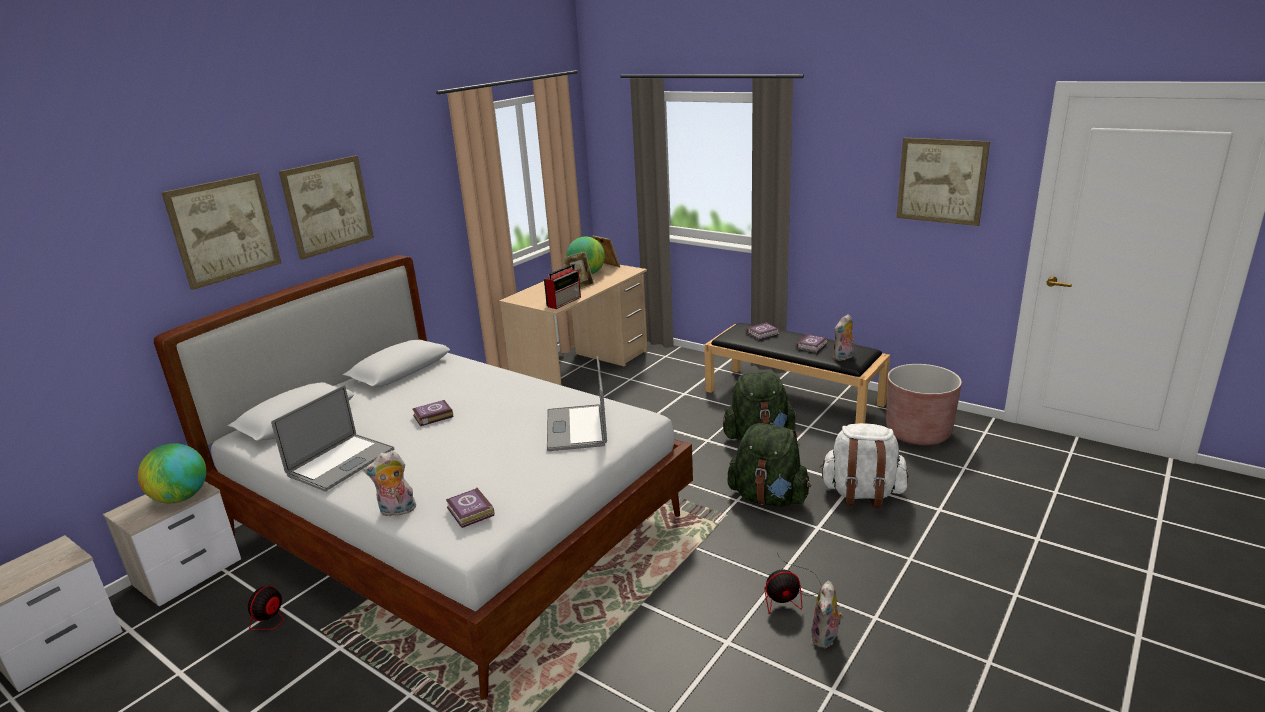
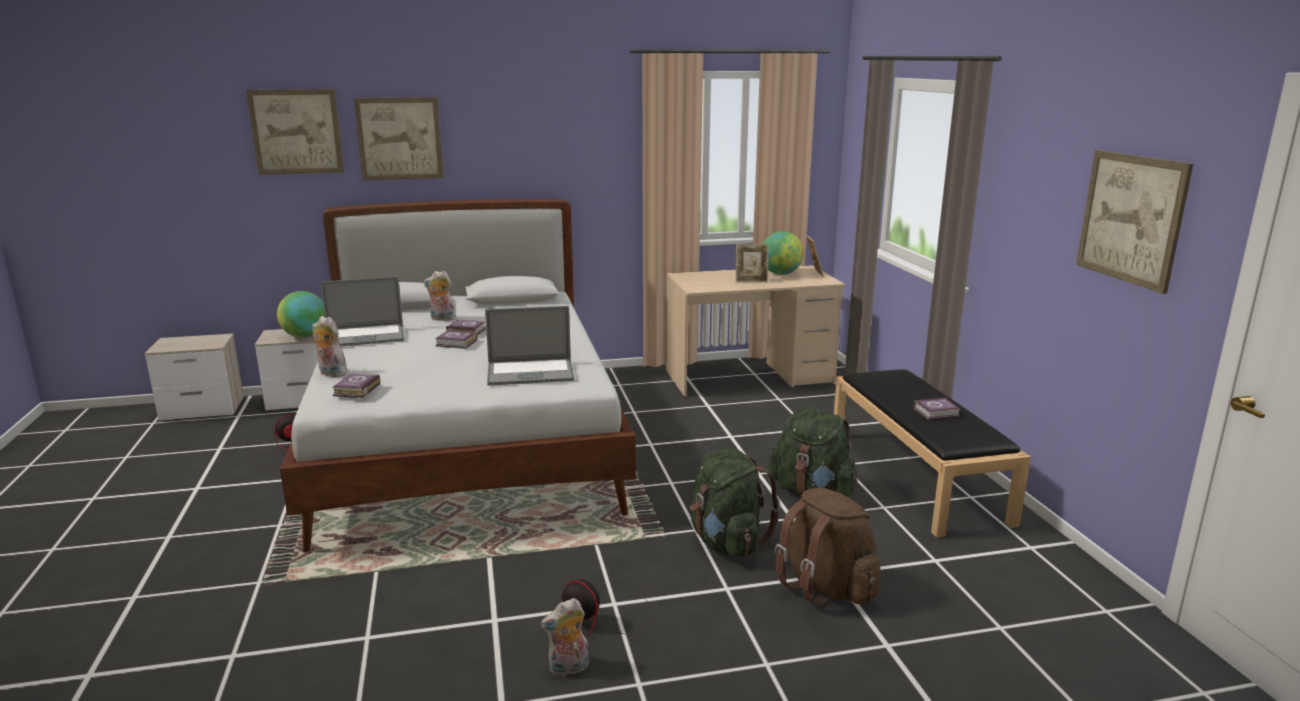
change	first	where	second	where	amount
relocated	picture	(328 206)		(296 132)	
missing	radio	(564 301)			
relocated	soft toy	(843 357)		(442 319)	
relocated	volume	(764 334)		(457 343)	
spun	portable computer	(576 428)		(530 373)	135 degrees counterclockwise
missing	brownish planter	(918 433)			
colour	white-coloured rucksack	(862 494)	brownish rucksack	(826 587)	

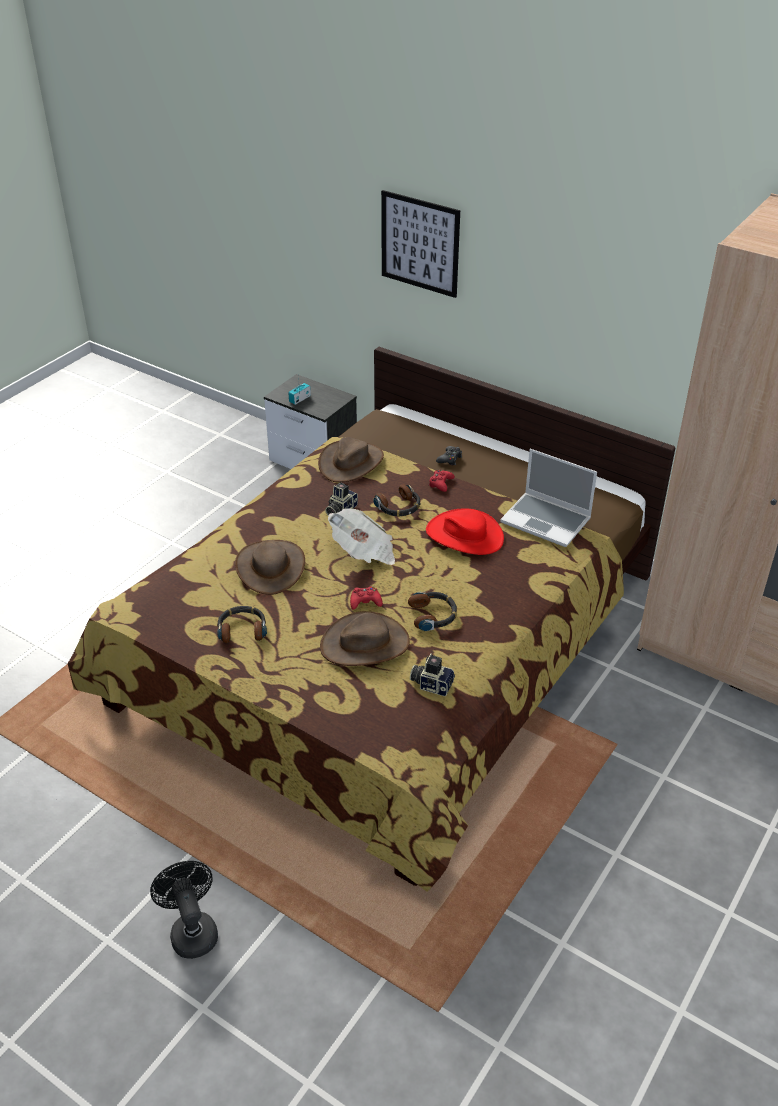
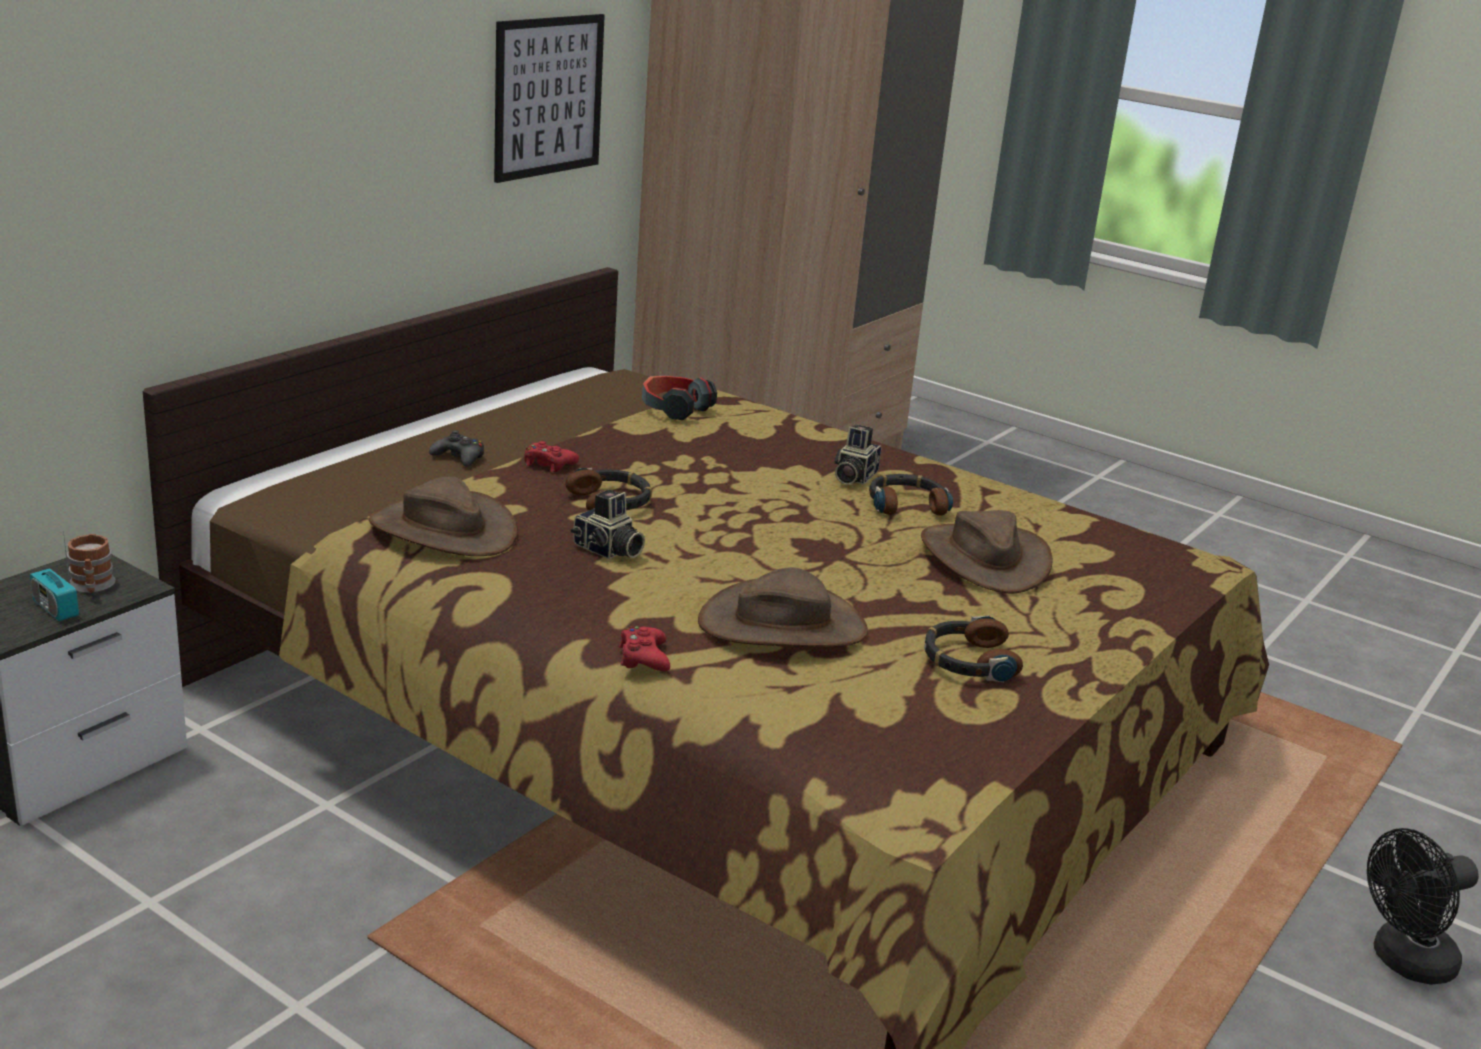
change	first	where	second	where	amount
relocated	picture	(420 243)		(548 96)	
exchanged	portable computer	(547 521)	headset	(674 409)	
missing	red hat	(464 535)			
missing	newspaper	(364 552)			
relocated	red gamepad	(365 602)		(643 658)	
relocated	photo camera	(431 684)		(853 477)	
appeared			mug	(92 587)	

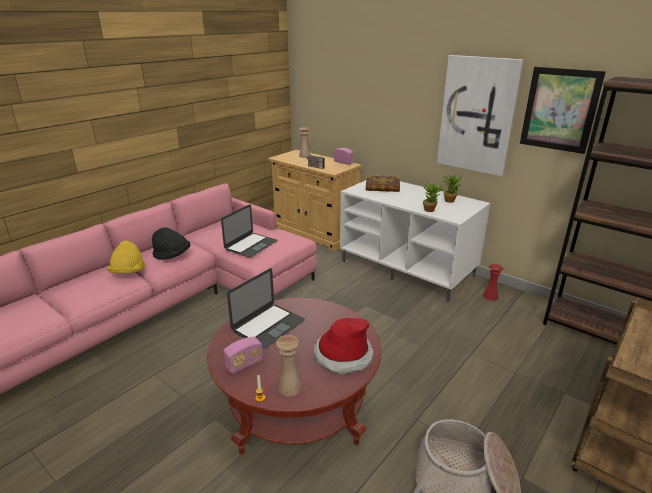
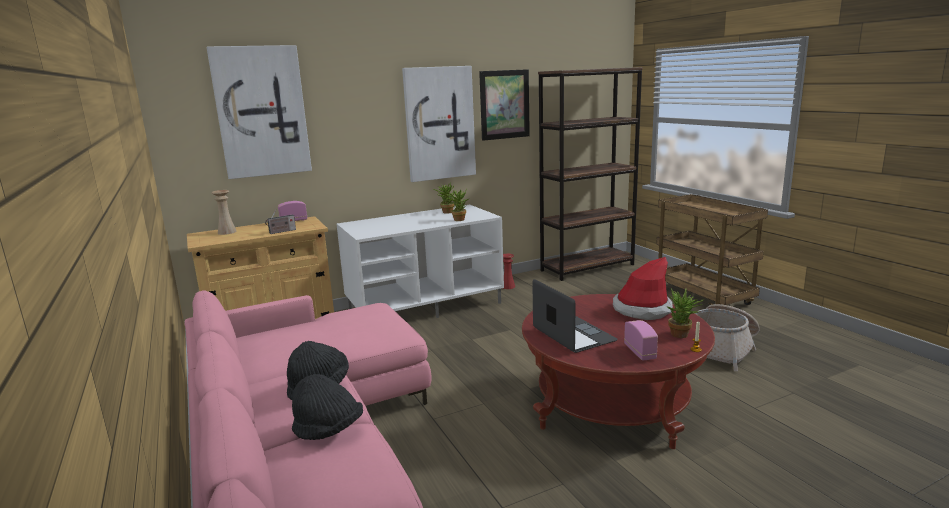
change	first	where	second	where	amount
missing	volume	(382 187)			
missing	portable computer	(251 245)			
colour	yellowish hat	(128 272)	black-coloured hat	(328 430)	
exchanged	beige-coloured vase	(289 387)	plant in a pot	(682 336)	
appeared			picture	(261 112)	

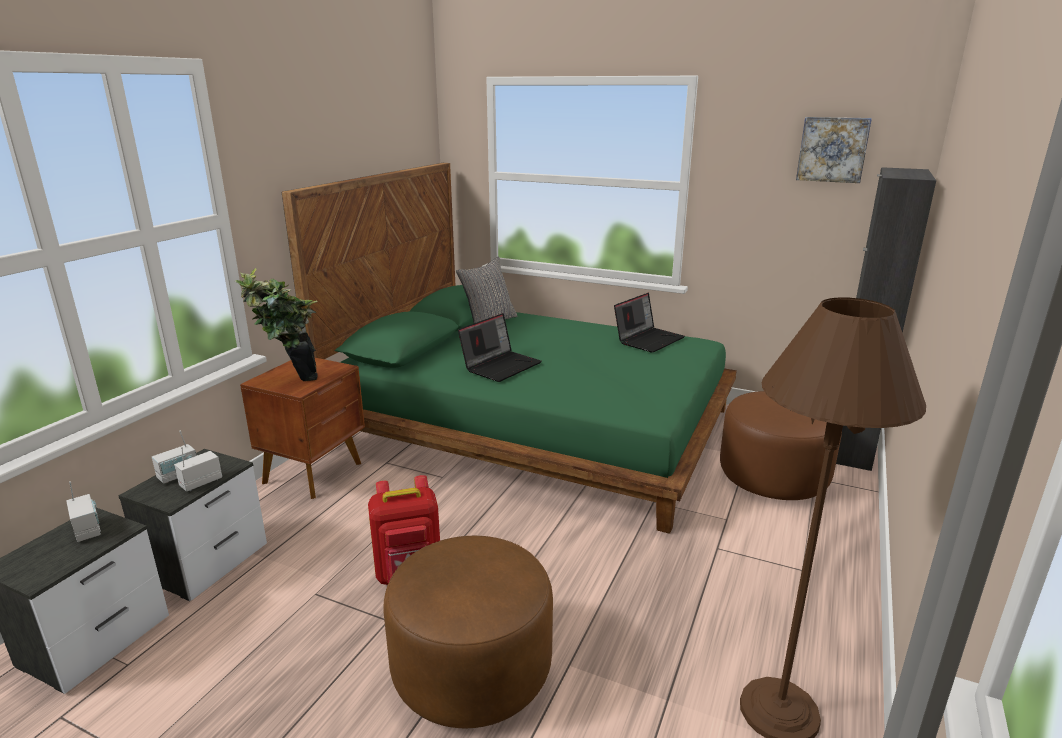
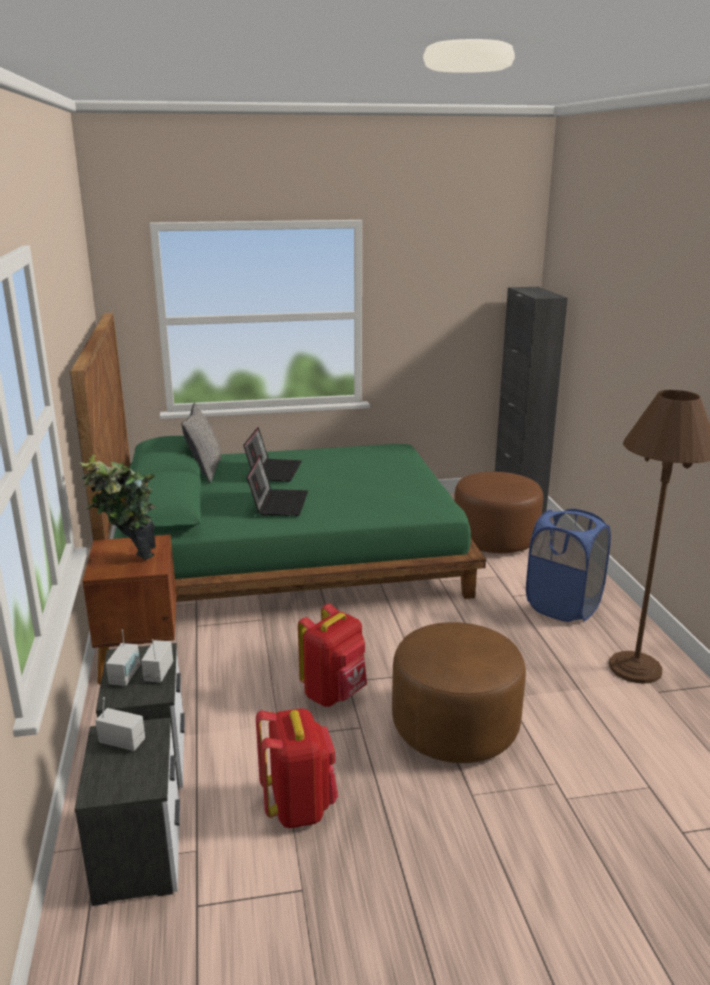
change	first	where	second	where	amount
missing	picture	(832 149)			
relocated	portable computer	(648 339)		(273 470)	
appeared			bluish hamper	(563 606)	
appeared			red rucksack	(298 806)	

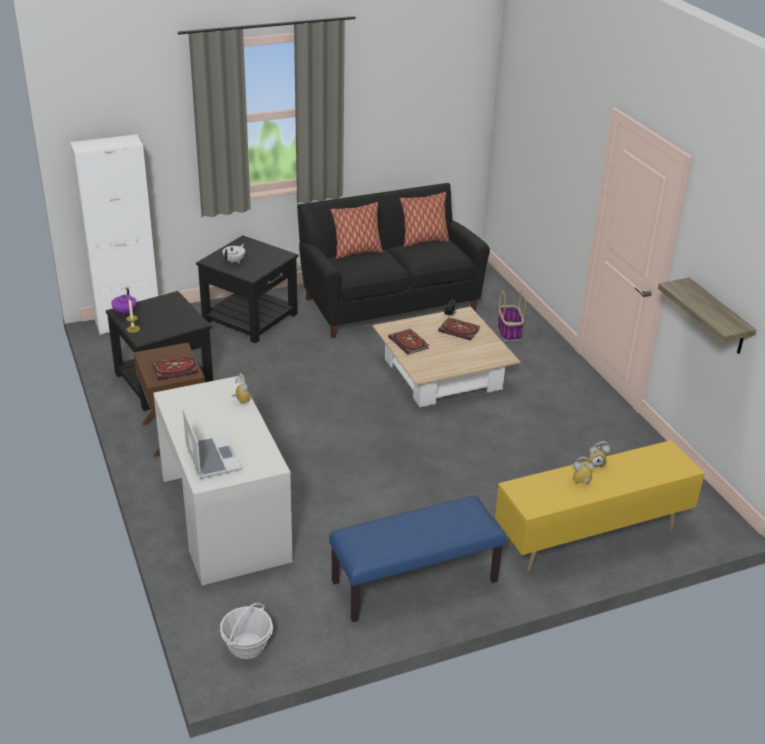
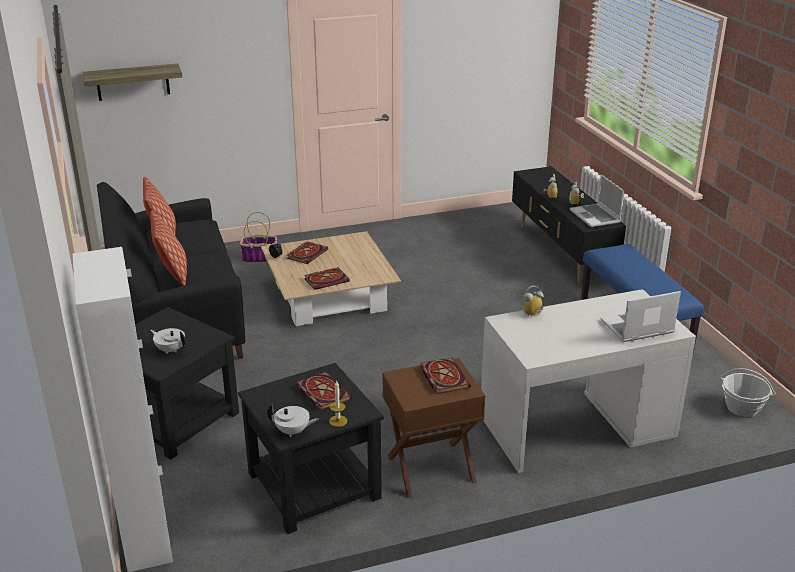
change	first	where	second	where	amount
relocated	shelf	(717 317)		(132 82)	
colour	purplish pot for tea	(124 313)	white-coloured pot for tea	(293 431)	
colour	yellowish tv stand	(590 537)	black-coloured tv stand	(561 252)	
appeared			portable computer	(595 217)	
appeared			volume	(322 393)	

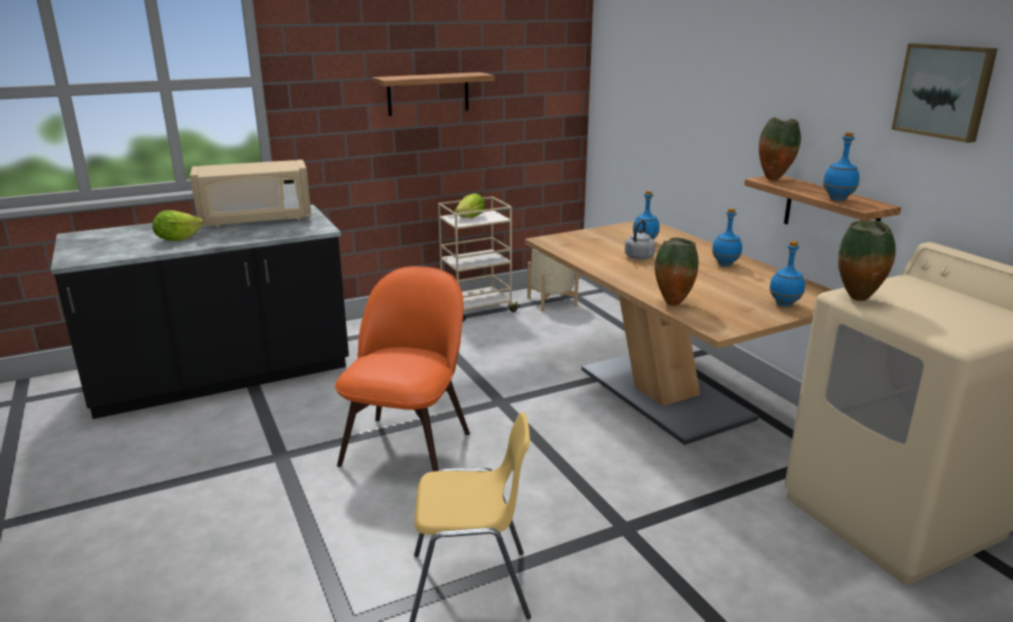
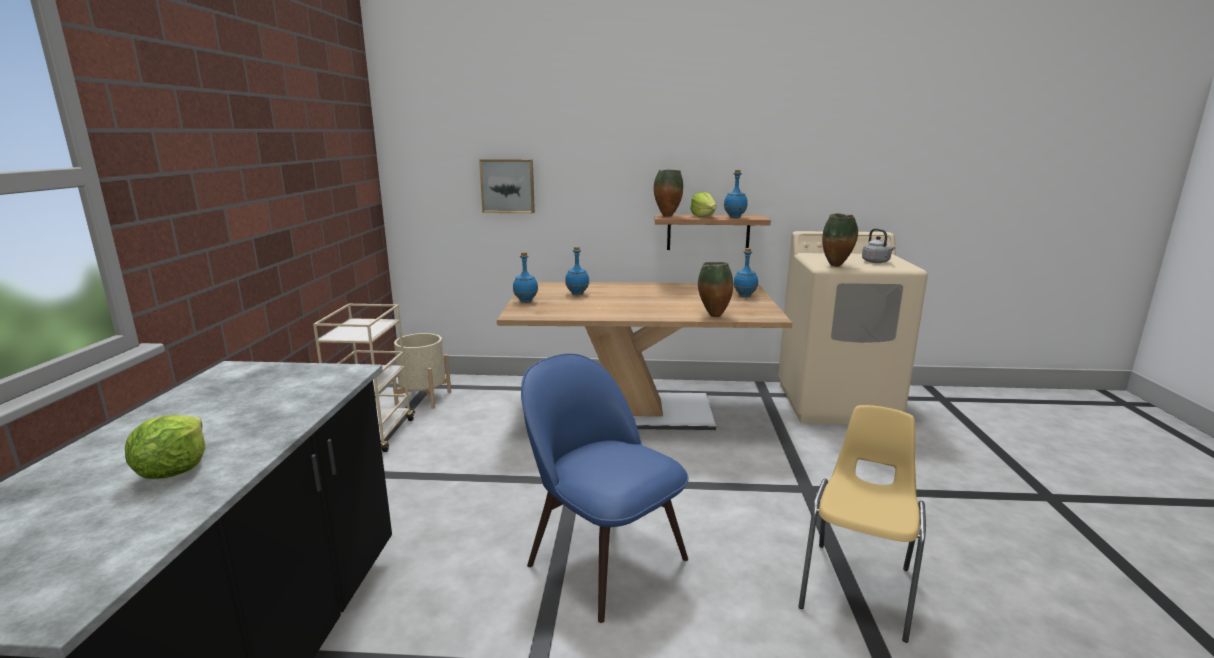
change	first	where	second	where	amount
relocated	picture	(944 91)		(508 186)	
missing	shelf	(428 93)			
missing	beige-coloured microwave	(256 220)			
relocated	lettuce head	(471 217)		(703 216)	
relocated	bluish beverage bottle	(725 264)		(526 301)	
relocated	grey water kettle	(638 257)		(876 262)	
colour	orange plain chair	(408 445)	bluish plain chair	(603 558)	

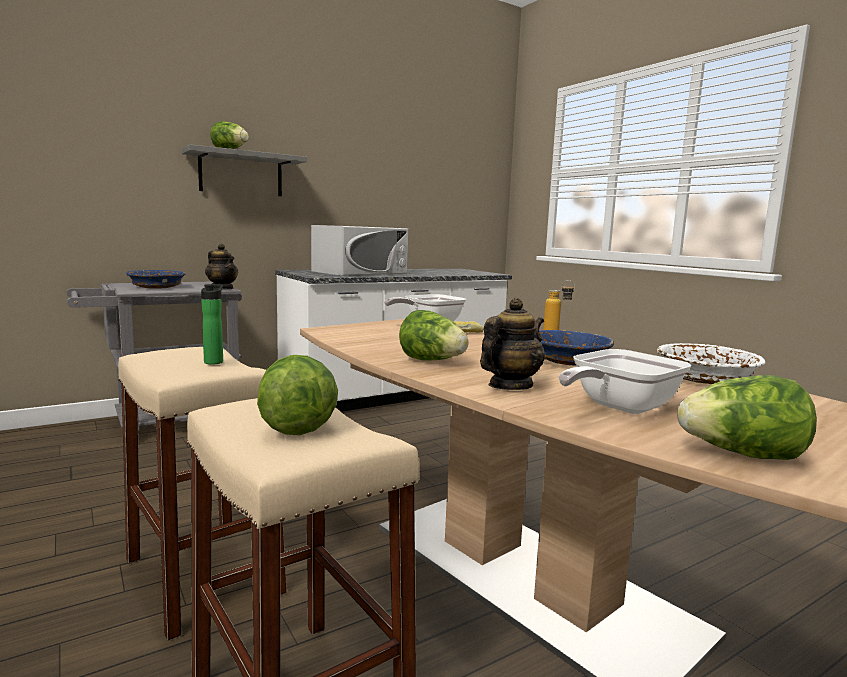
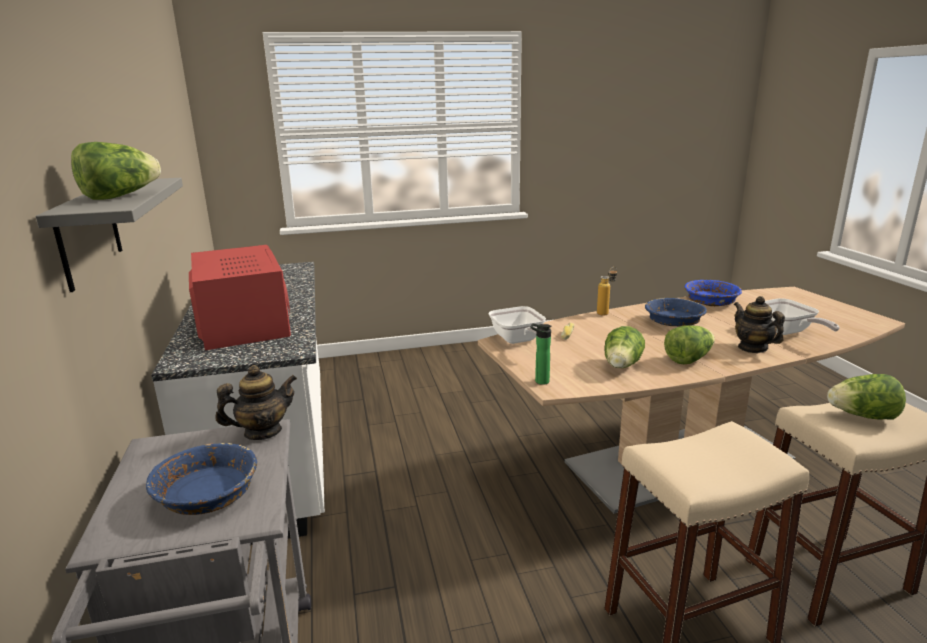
change	first	where	second	where	amount
colour	white-coloured microwave	(360 272)	red microwave	(243 323)	
relocated	beverage bottle	(214 361)		(539 381)	
colour	white-coloured serving bowl	(704 379)	bluish serving bowl	(711 301)	
relocated	lettuce head	(741 455)		(621 366)	

